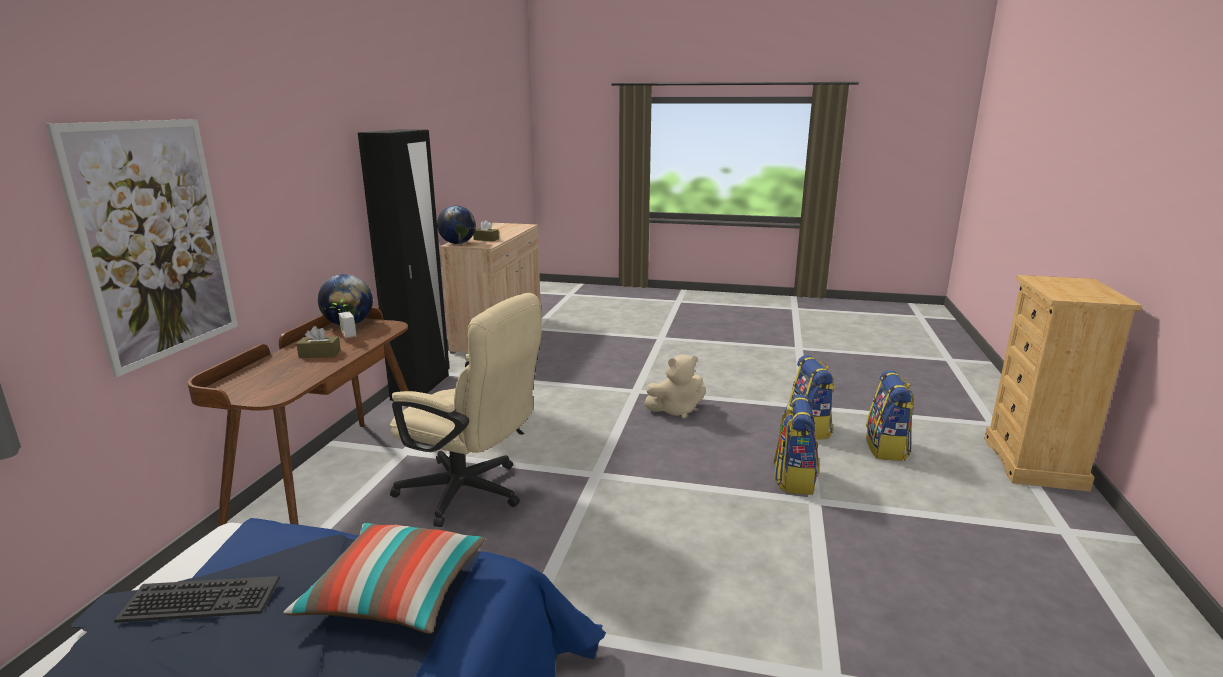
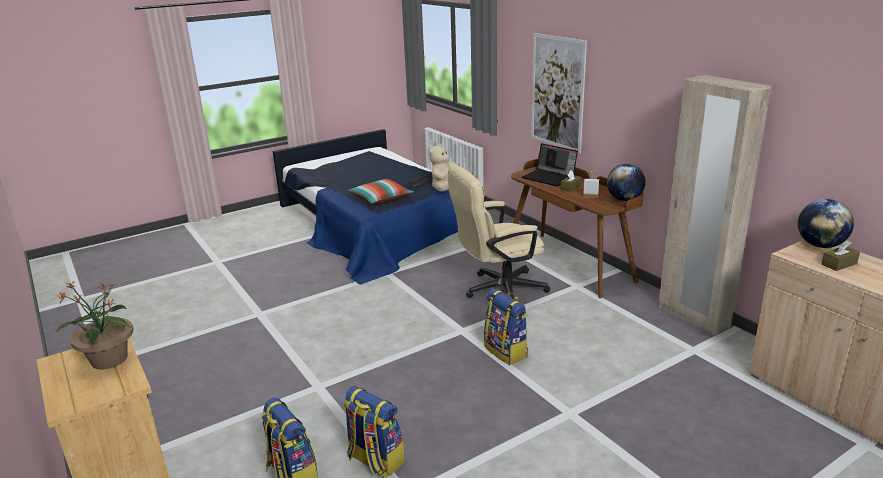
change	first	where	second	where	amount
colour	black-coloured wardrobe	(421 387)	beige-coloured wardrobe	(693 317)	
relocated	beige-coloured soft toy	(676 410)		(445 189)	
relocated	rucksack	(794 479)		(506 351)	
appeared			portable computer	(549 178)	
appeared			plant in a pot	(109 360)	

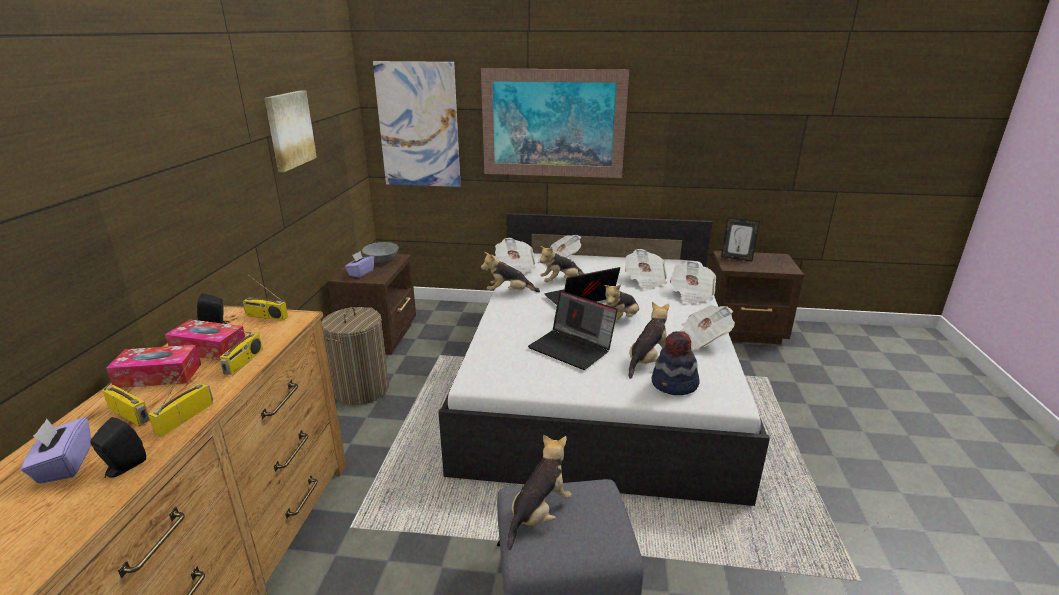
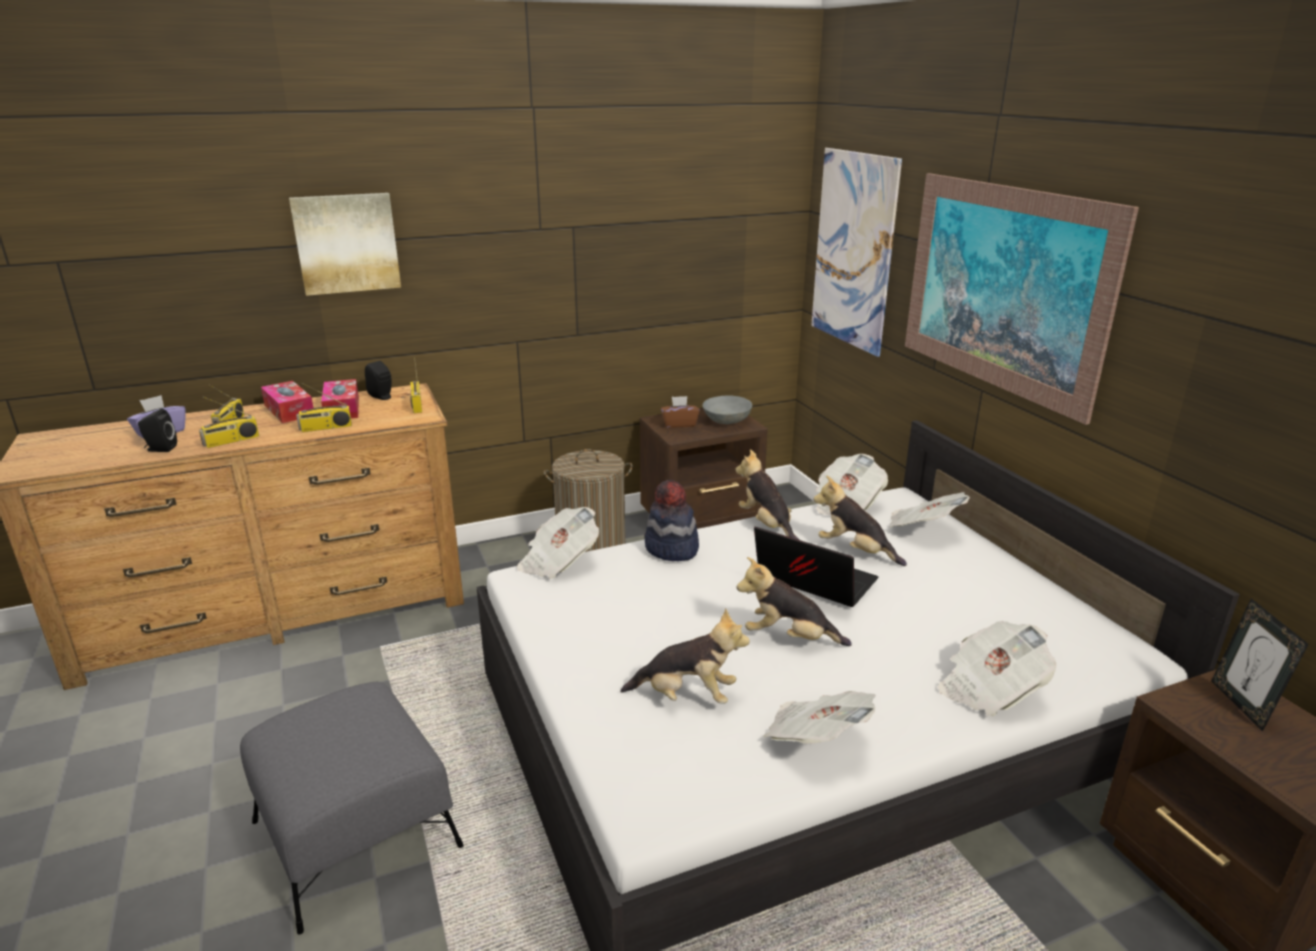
change	first	where	second	where	amount
relocated	picture	(289 130)		(346 243)	
relocated	newspaper	(645 281)		(558 562)	
colour	purplish tissue holder	(361 273)	brownish tissue holder	(679 424)	
missing	portable computer	(572 348)			
relocated	hat	(674 385)		(671 549)	
spun	radio	(185 417)		(231 441)	150 degrees clockwise
missing	soft toy	(539 514)			

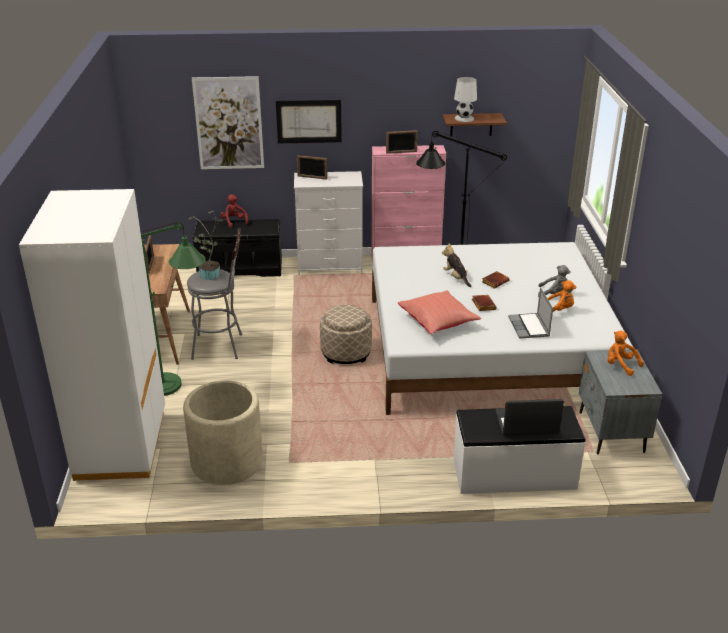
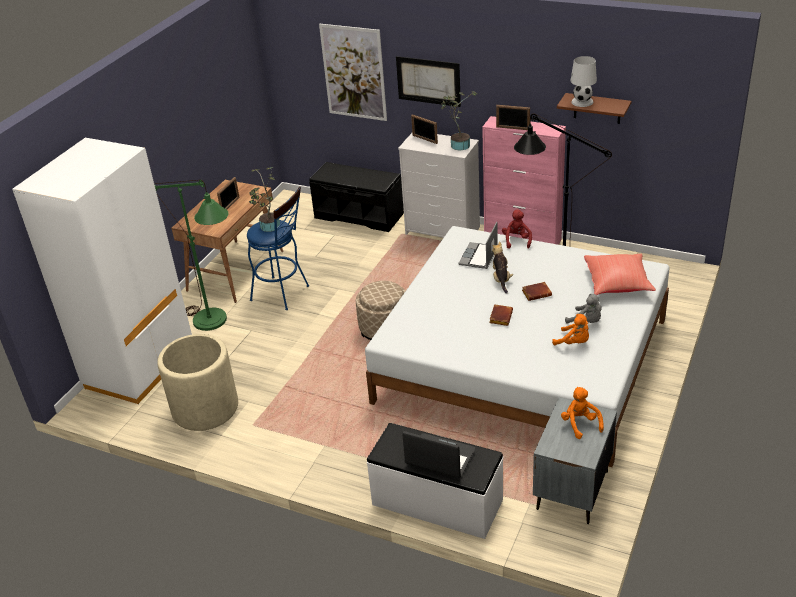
change	first	where	second	where	amount
relocated	red soft toy	(234 222)		(516 241)	
colour	grey sitting stool	(222 346)	bluish sitting stool	(284 294)	
relocated	portable computer	(529 327)		(479 257)	
relocated	red cushion	(438 322)		(618 284)	
appeared			plant in a pot	(458 145)	

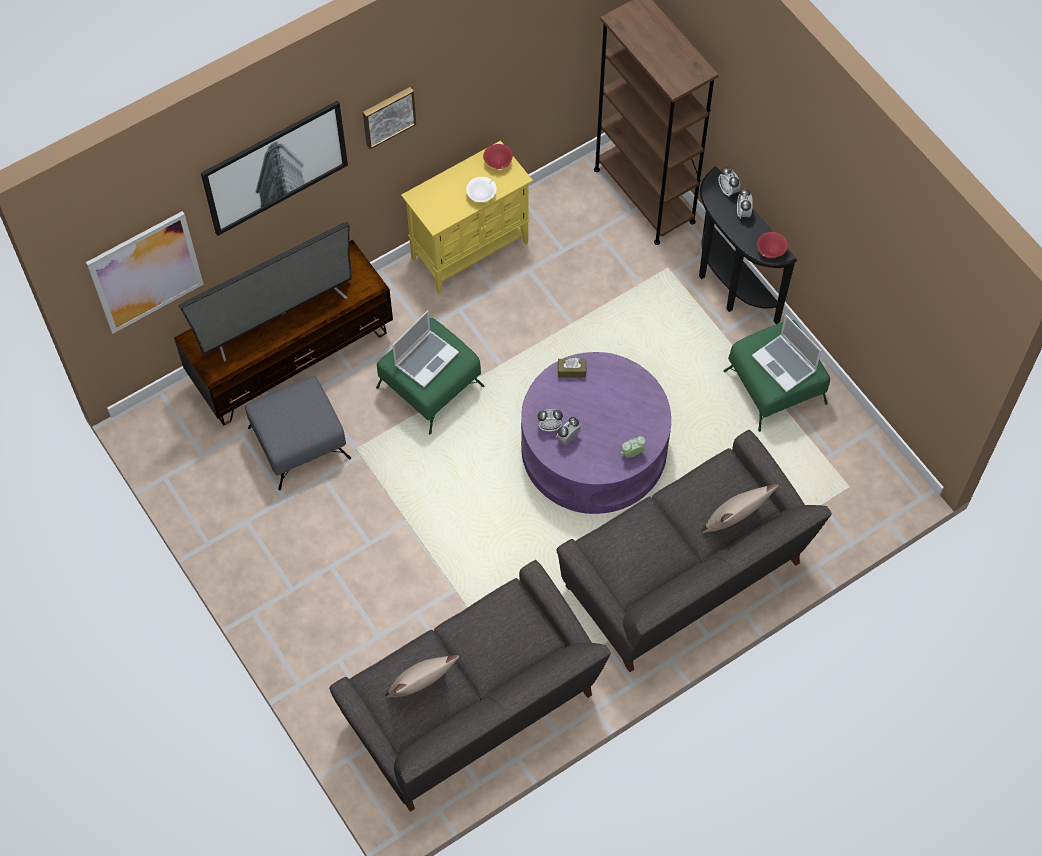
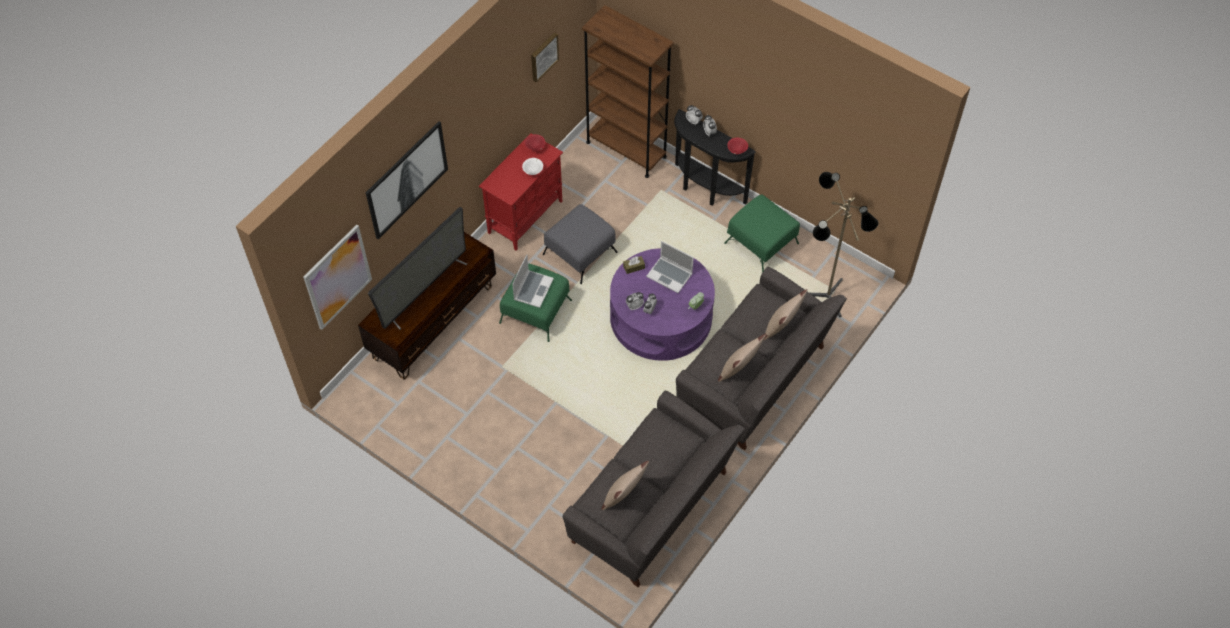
change	first	where	second	where	amount
relocated	picture	(388 116)		(543 56)	
colour	yellowish storage cabinet	(470 249)	red storage cabinet	(525 216)	
relocated	portable computer	(785 364)		(670 275)	
relocated	grey footrest	(298 443)		(579 253)	
appeared			standard lamp	(823 299)	
appeared			beige-coloured cushion	(739 369)	

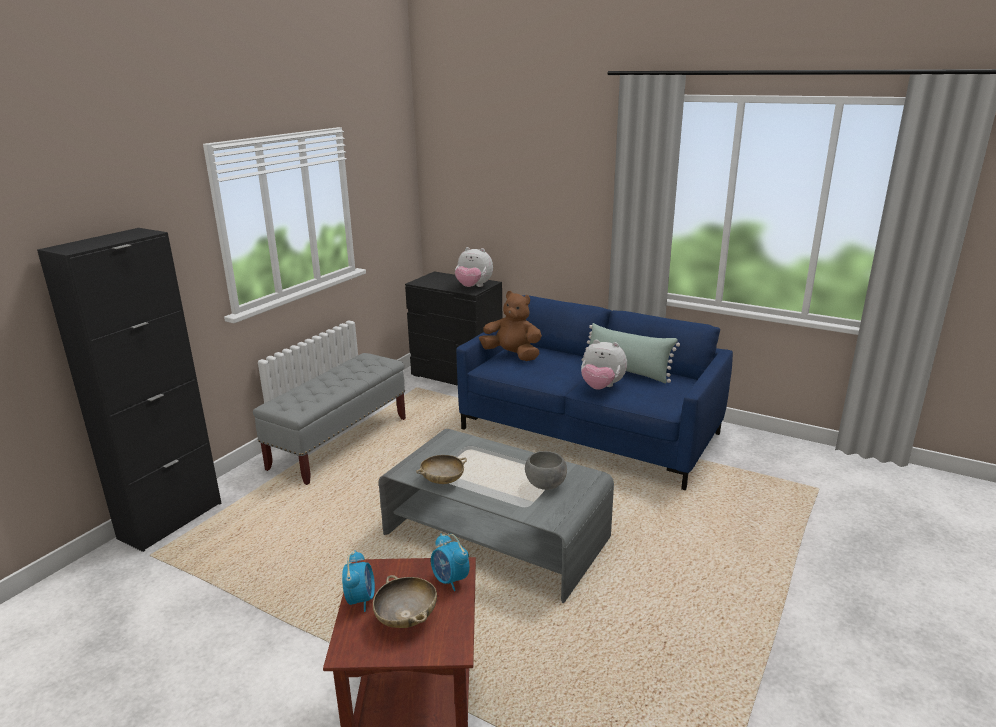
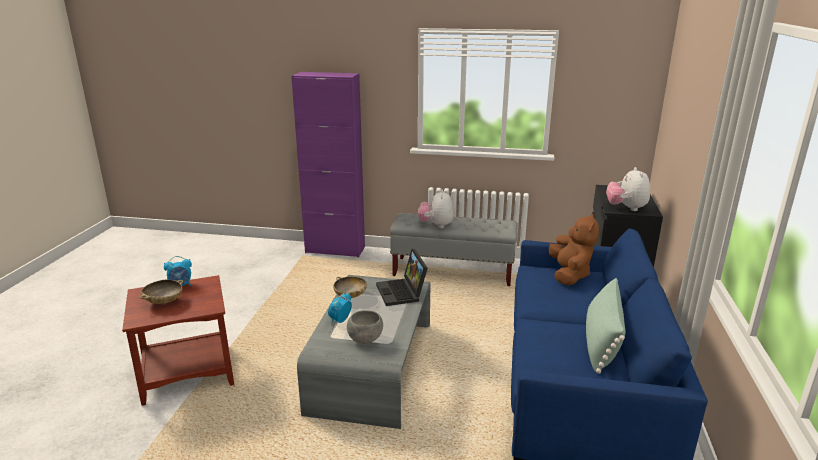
change	first	where	second	where	amount
colour	black-coloured storage cabinet	(171 520)	purplish storage cabinet	(335 250)	
relocated	soft toy	(601 387)		(436 225)	
relocated	table clock	(450 580)		(340 321)	
appeared			portable computer	(402 292)	

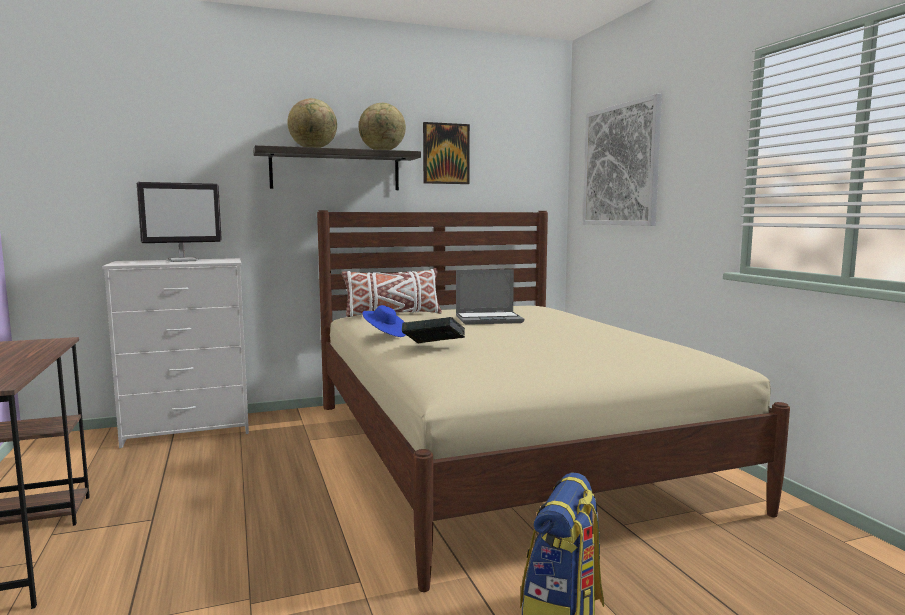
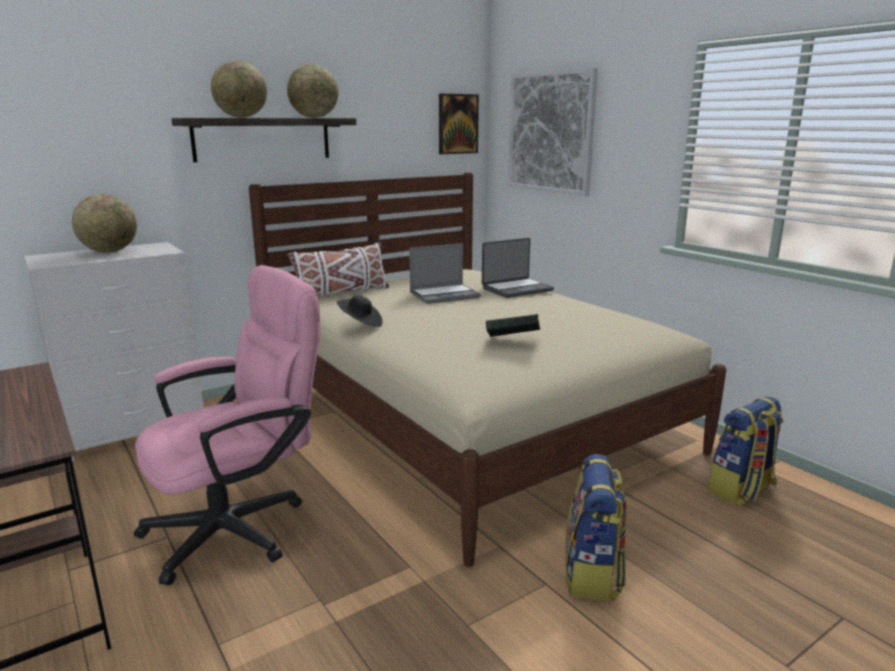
change	first	where	second	where	amount
relocated	picture	(445 153)		(457 124)	
exchanged	computer display	(182 260)	desk globe	(110 251)	
colour	bluish hat	(384 334)	black-coloured hat	(360 323)	
relocated	volume	(433 347)		(512 341)	
appeared			portable computer	(516 289)	
appeared			pink-coloured desk chair	(240 526)	
appeared			rucksack	(741 490)	

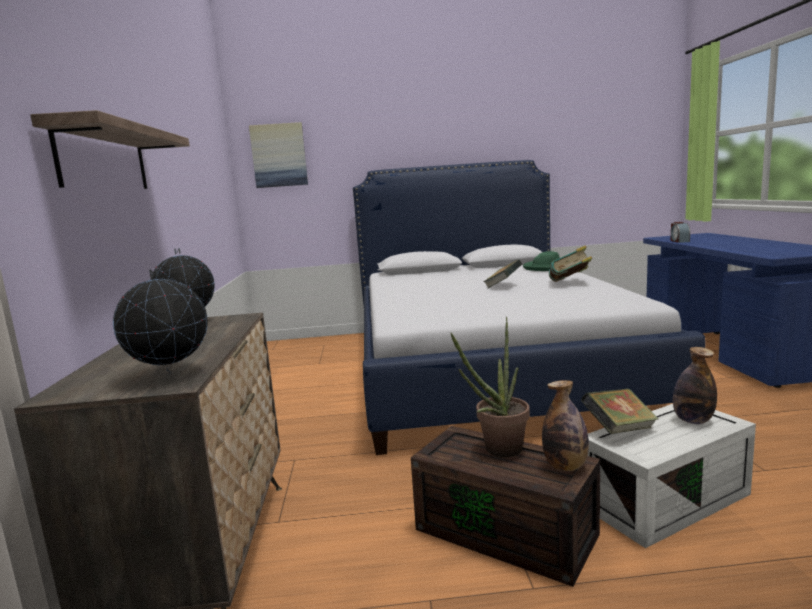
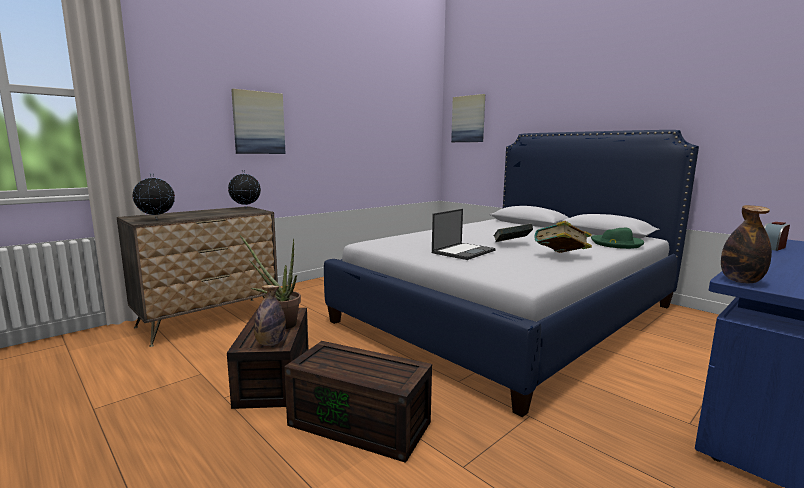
change	first	where	second	where	amount
exchanged	shelf	(104 159)	picture	(258 123)	
relocated	beverage bottle	(692 420)		(741 281)	
missing	volume	(619 430)			
colour	white-coloured storage bin	(665 498)	brownish storage bin	(362 423)	
appeared			portable computer	(463 251)	

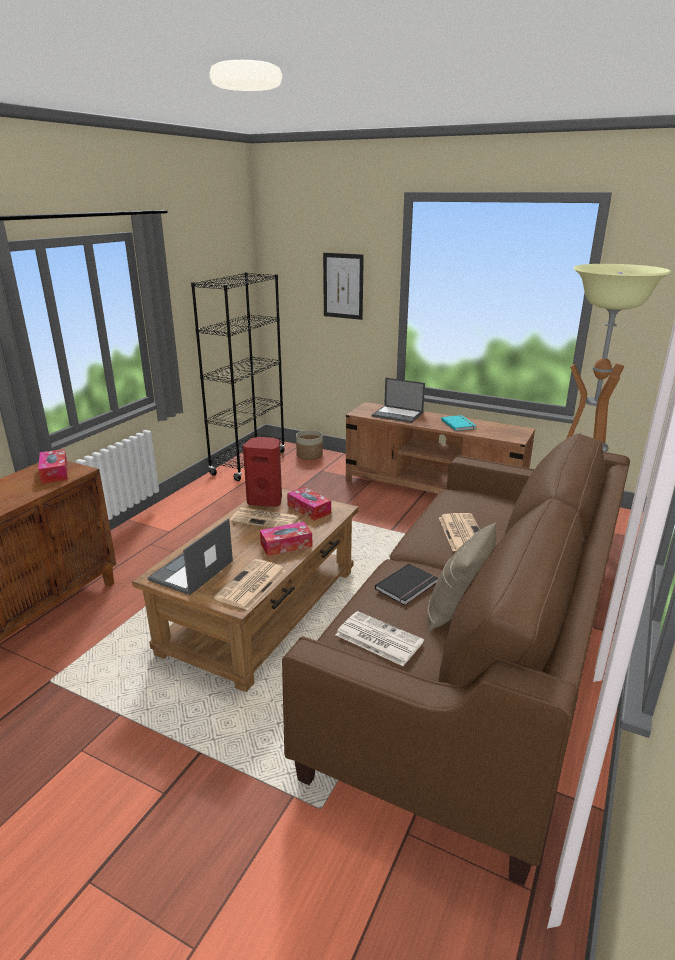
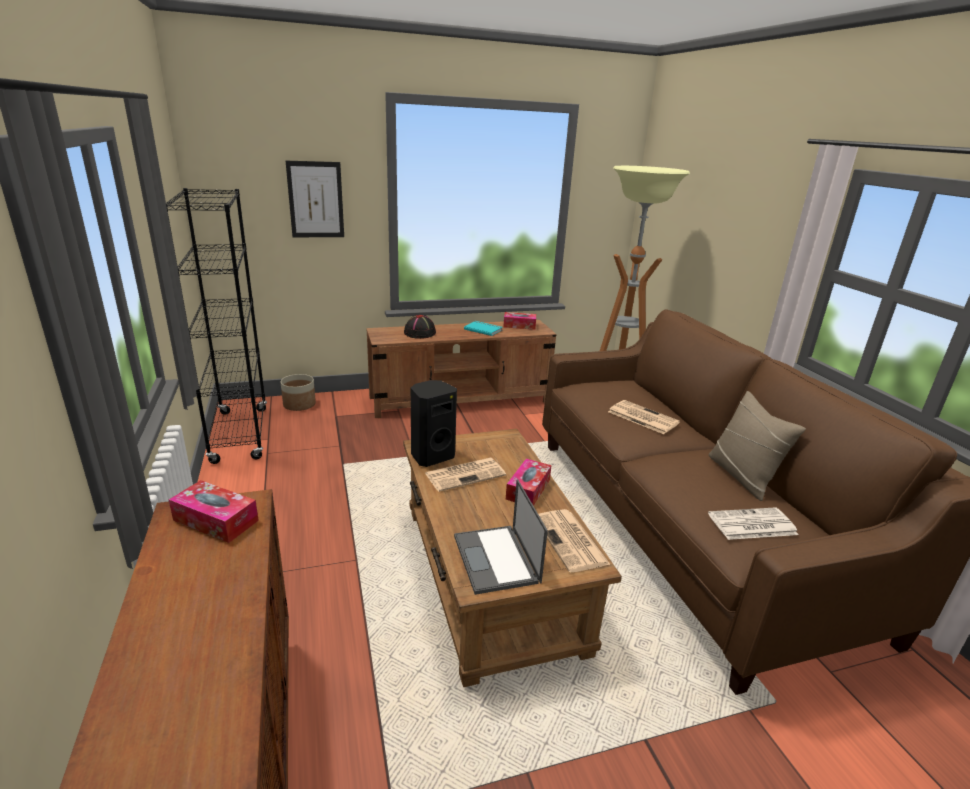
change	first	where	second	where	amount
exchanged	portable computer	(398 414)	black-coloured hat	(420 333)	
colour	red speaker	(266 500)	black-coloured speaker	(431 456)	
relocated	tissue holder	(309 509)		(519 325)	
missing	black-coloured volume	(408 586)			

